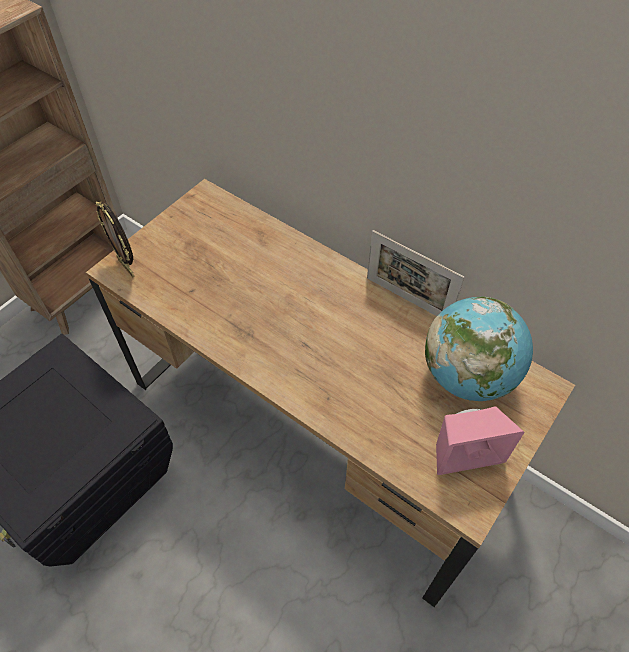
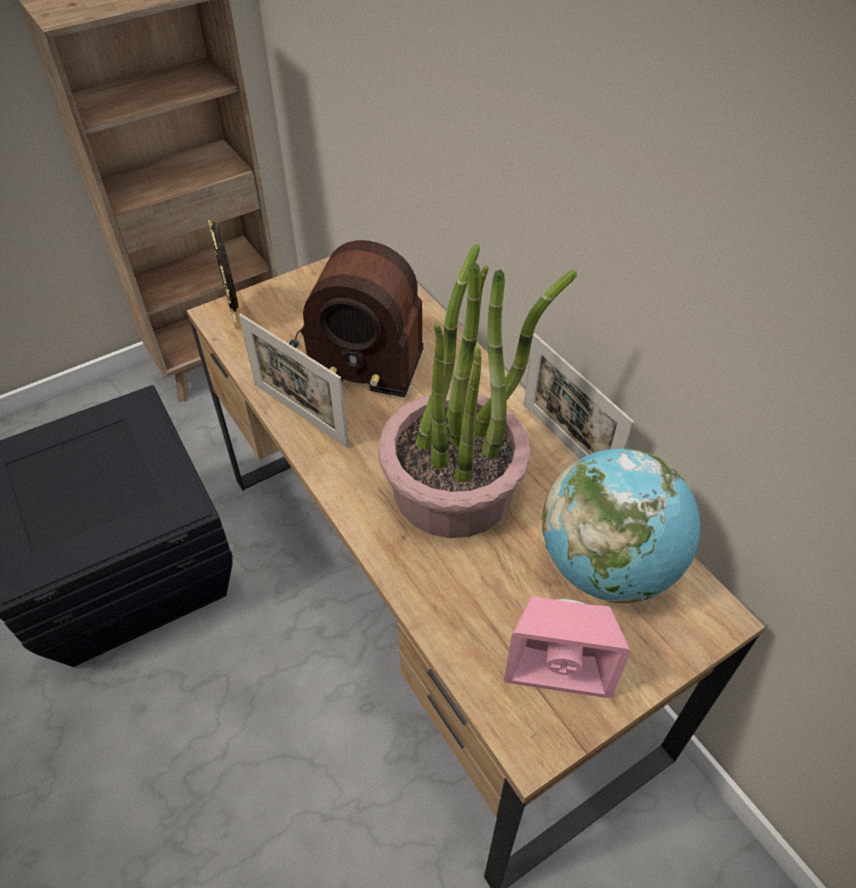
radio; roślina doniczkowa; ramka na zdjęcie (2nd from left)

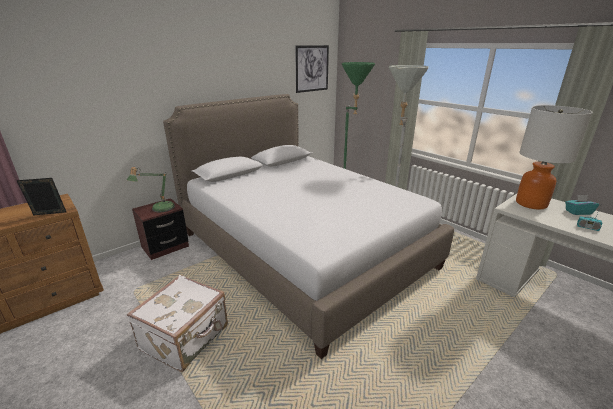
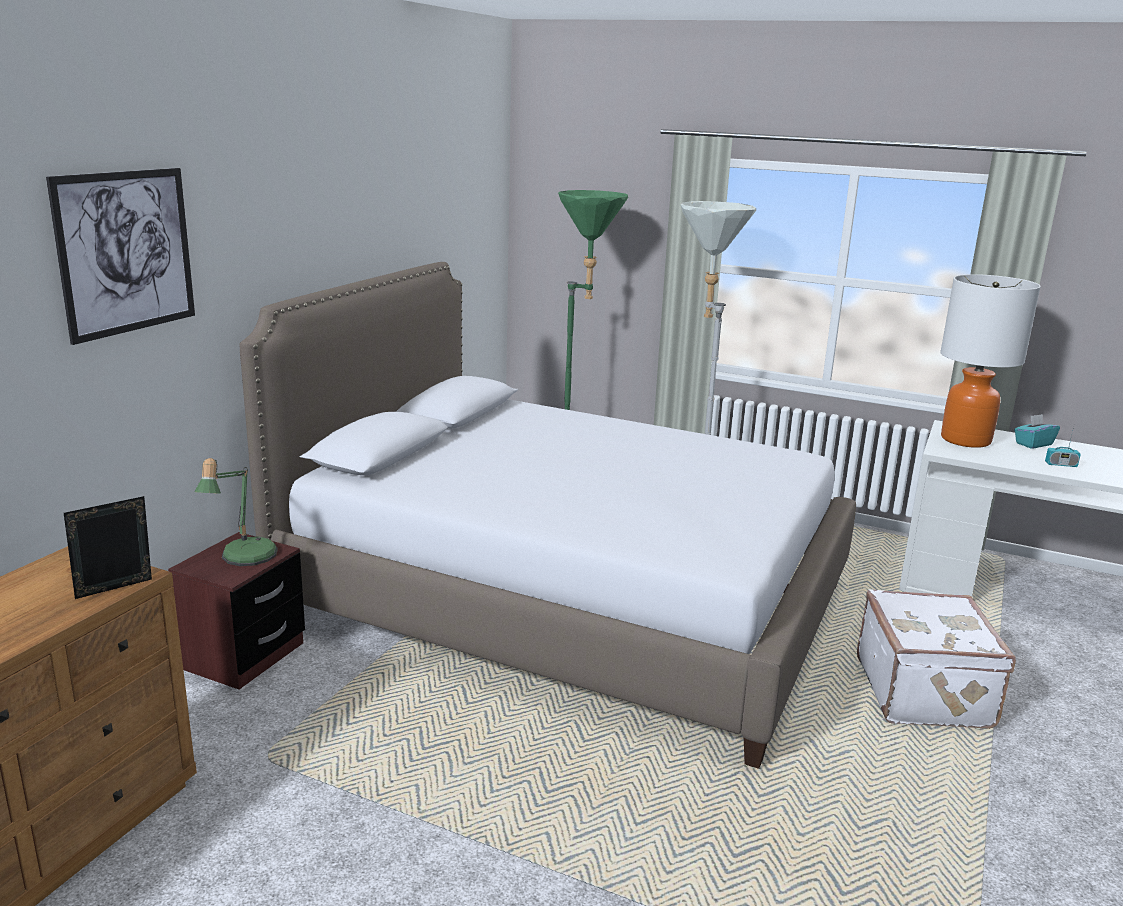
obraz; walizka [biały]

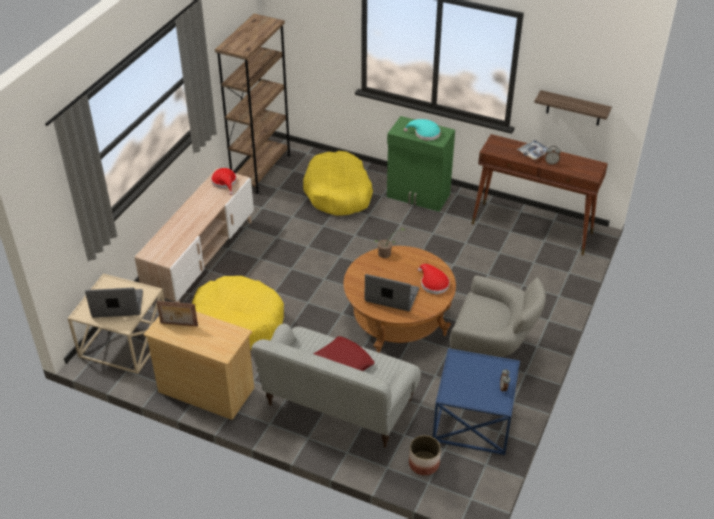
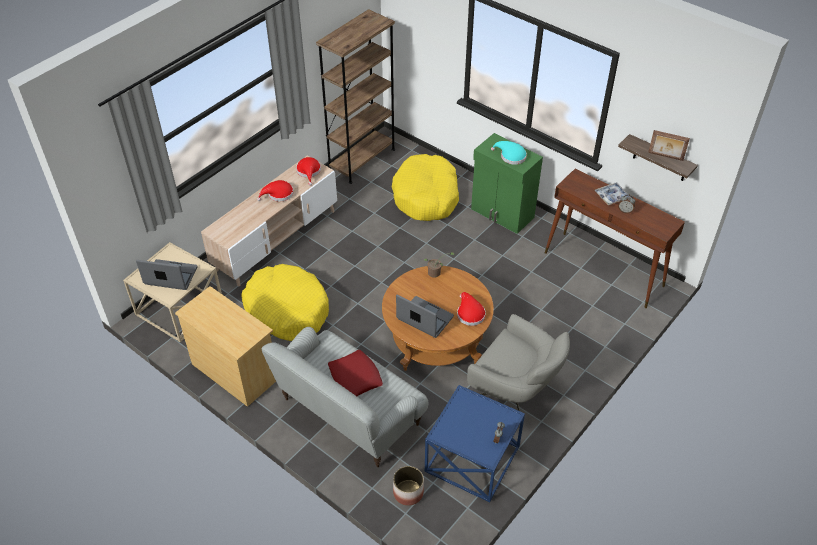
ramka na zdjęcie; kapelusz [czerwony] (1st from left)

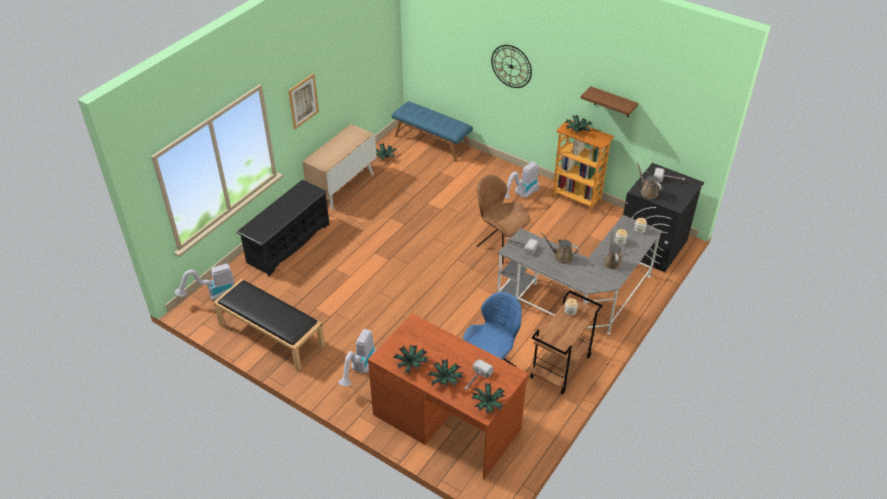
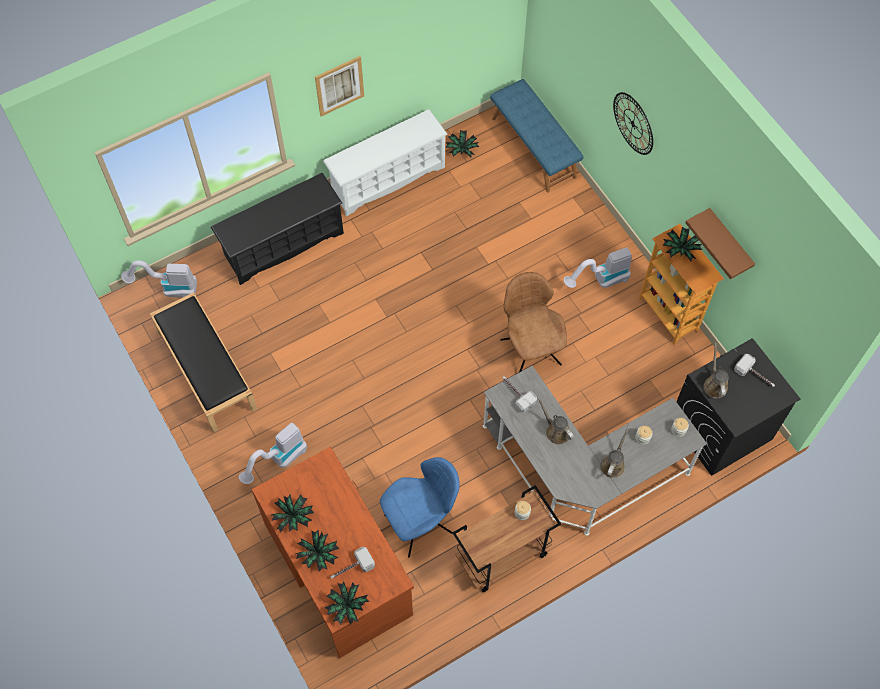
regał na buty [biały]

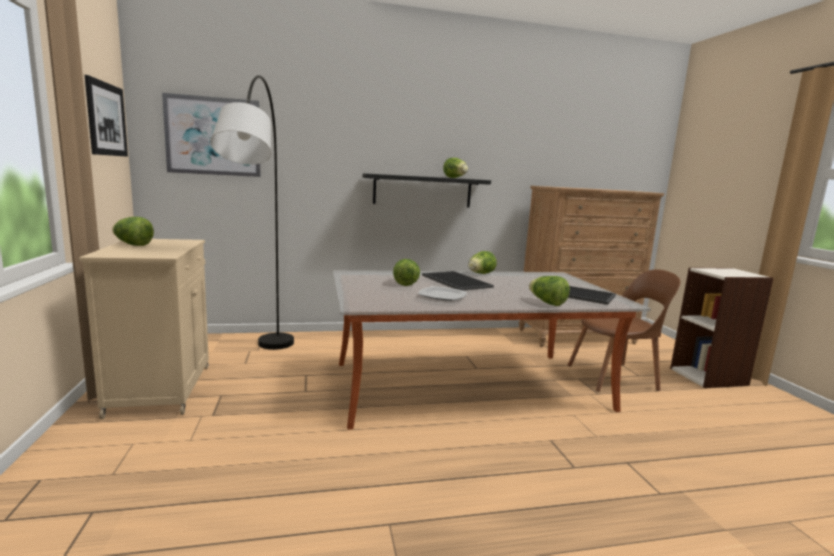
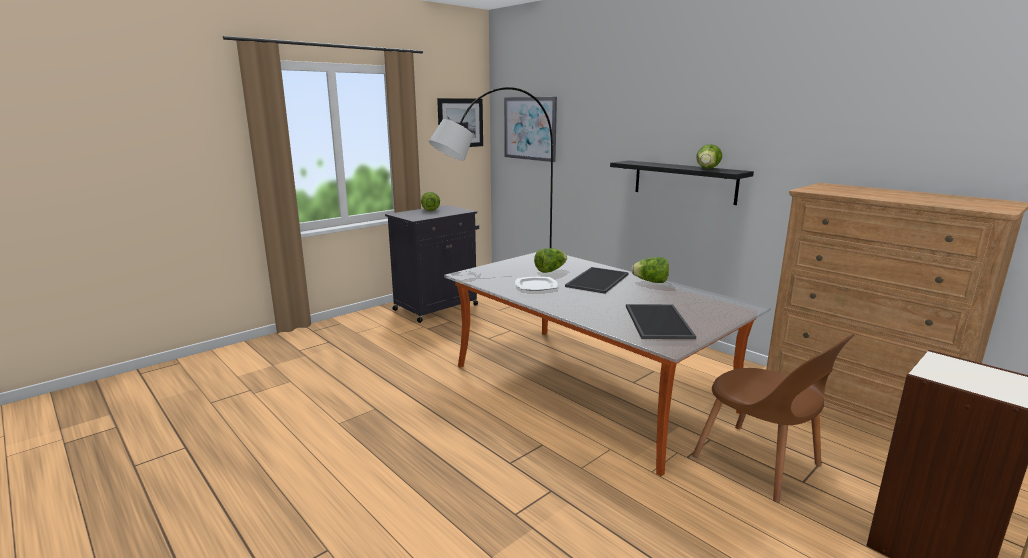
szafka [czarny]; sałata (5th from left in the first image)

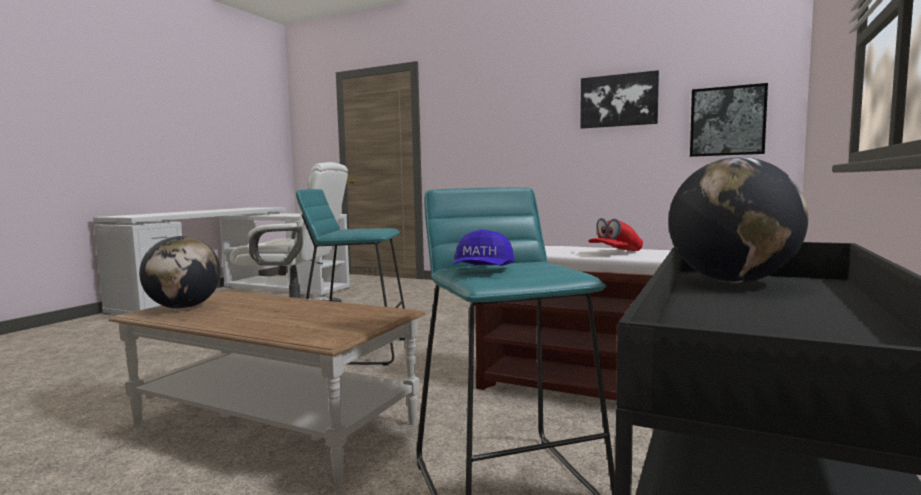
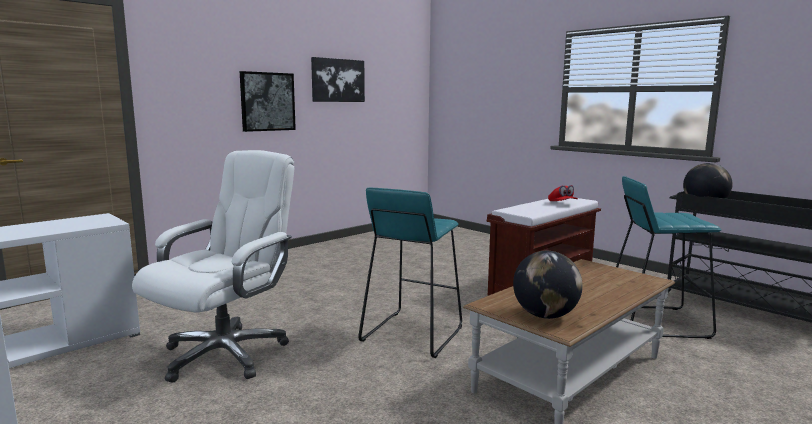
obraz (1st from left); czapka z daszkiem [niebieski]

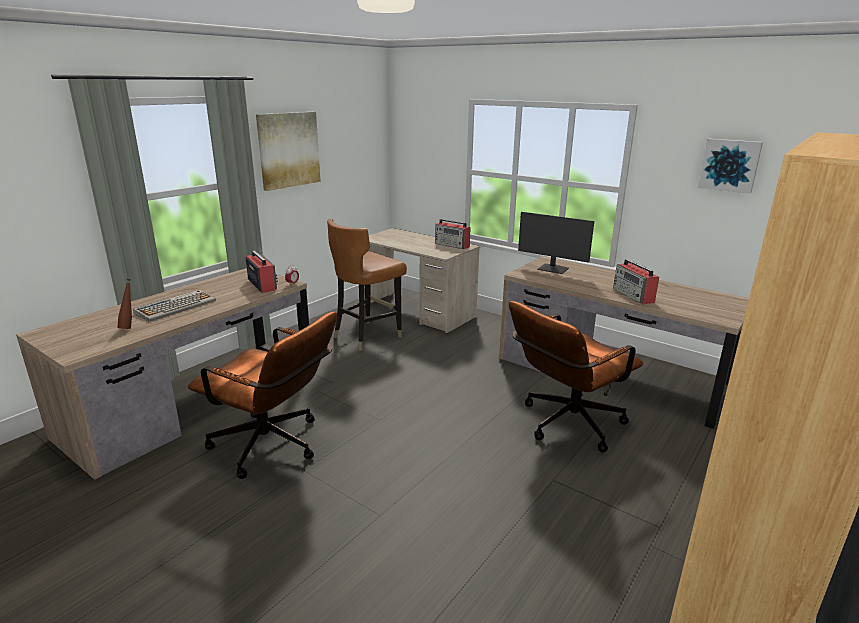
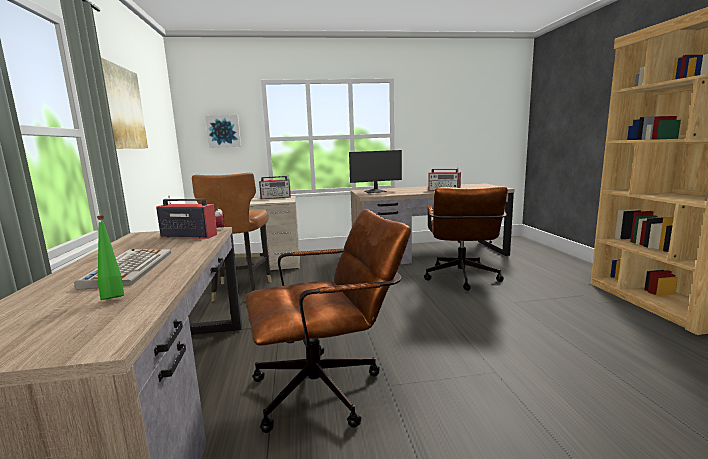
obraz (2nd from left); butelka [zielony]

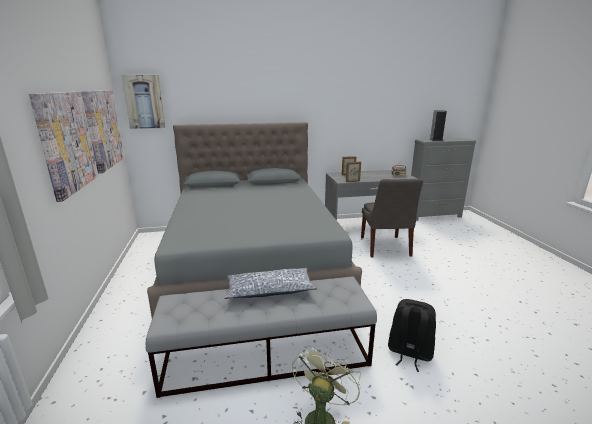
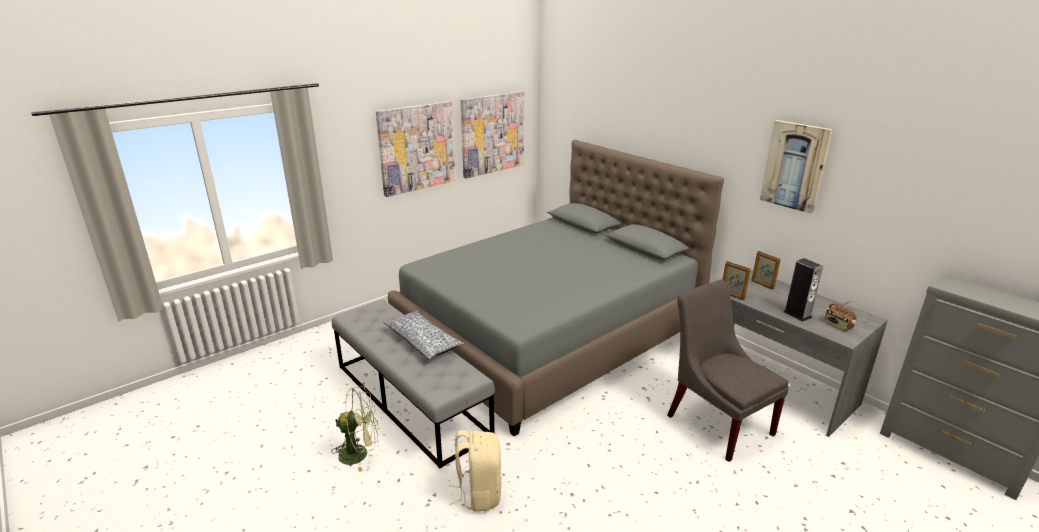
obraz (3rd from left); głośnik; krzesło [szary]; plecak [beżowy]

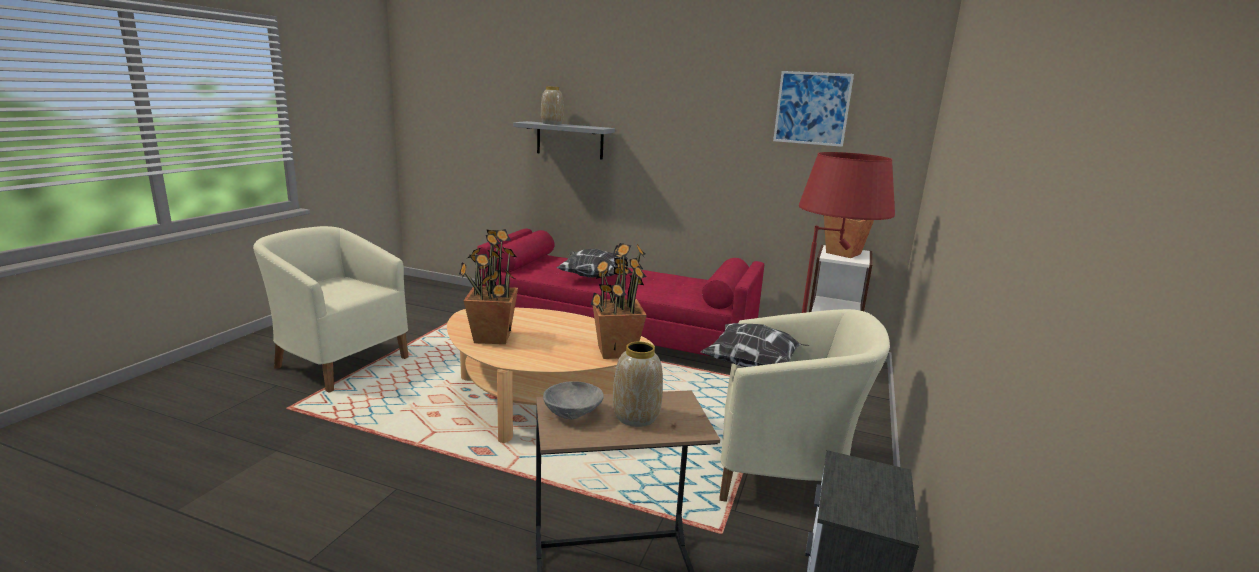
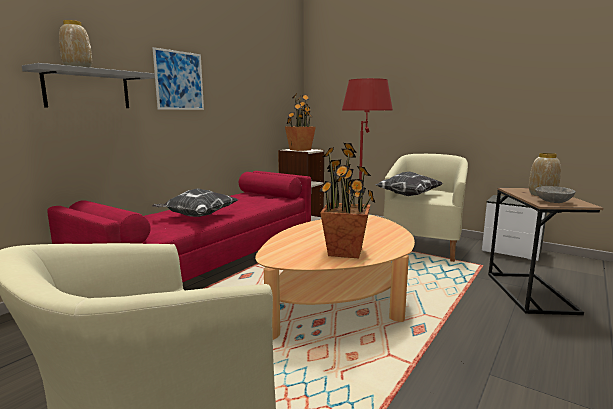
obraz; roślina doniczkowa (2nd from left in the first image)

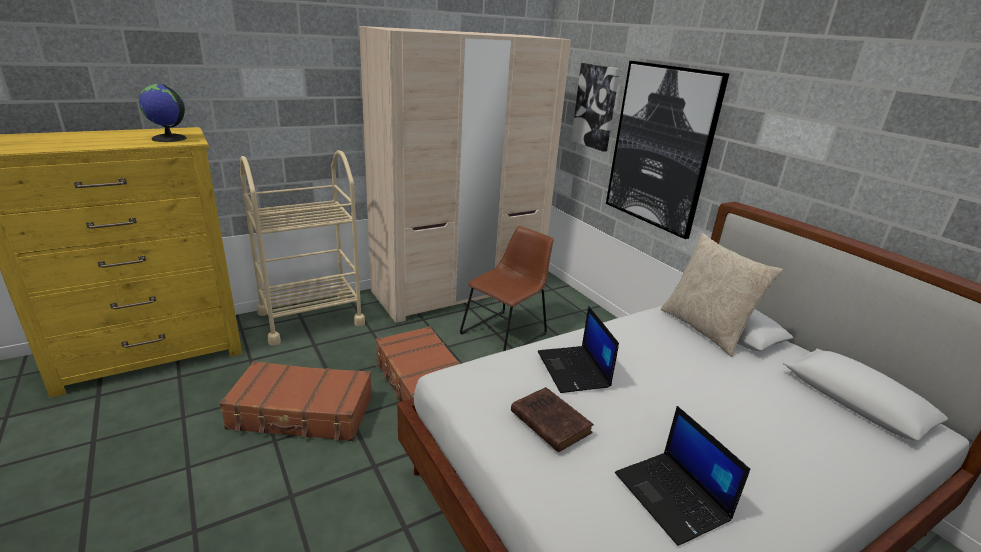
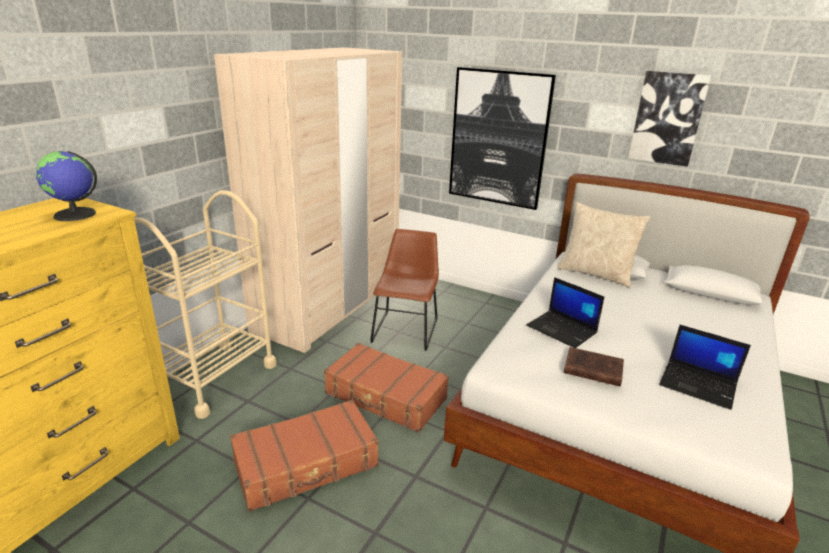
obraz (2nd from left)

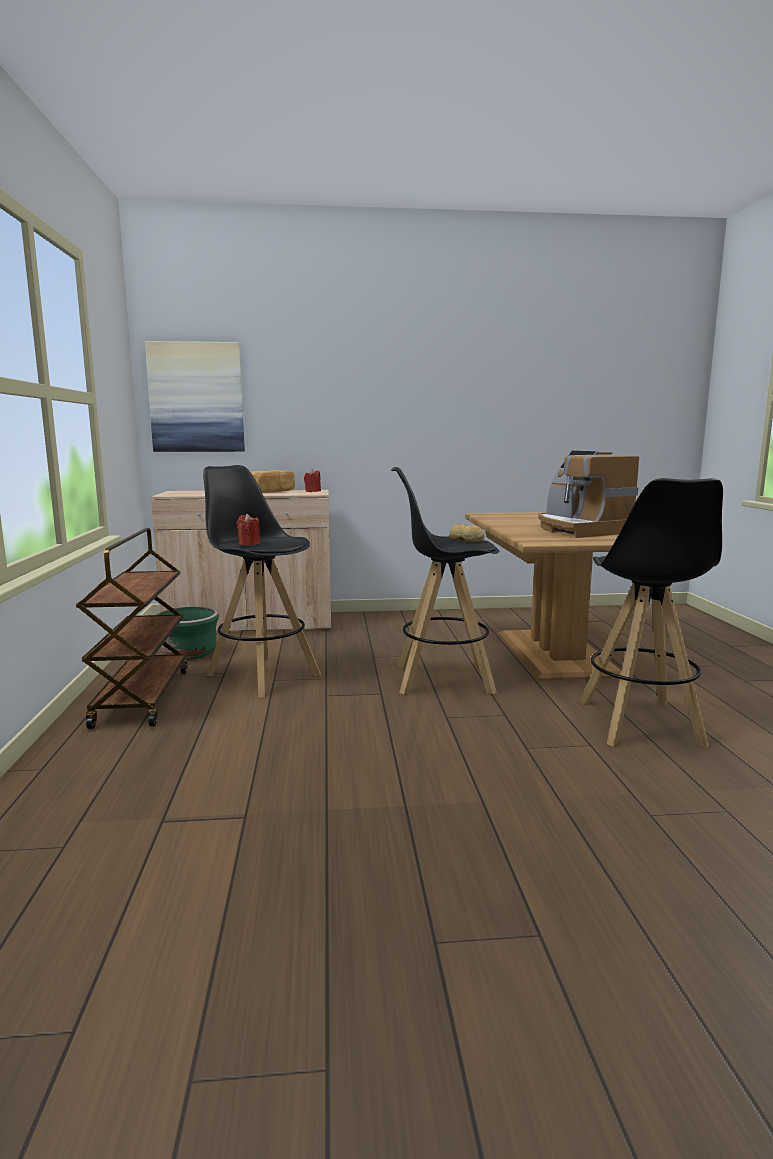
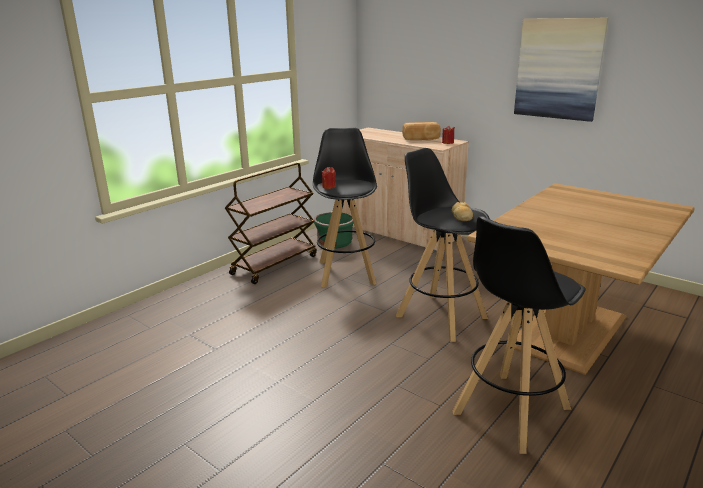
obraz; ekspres do kawy

